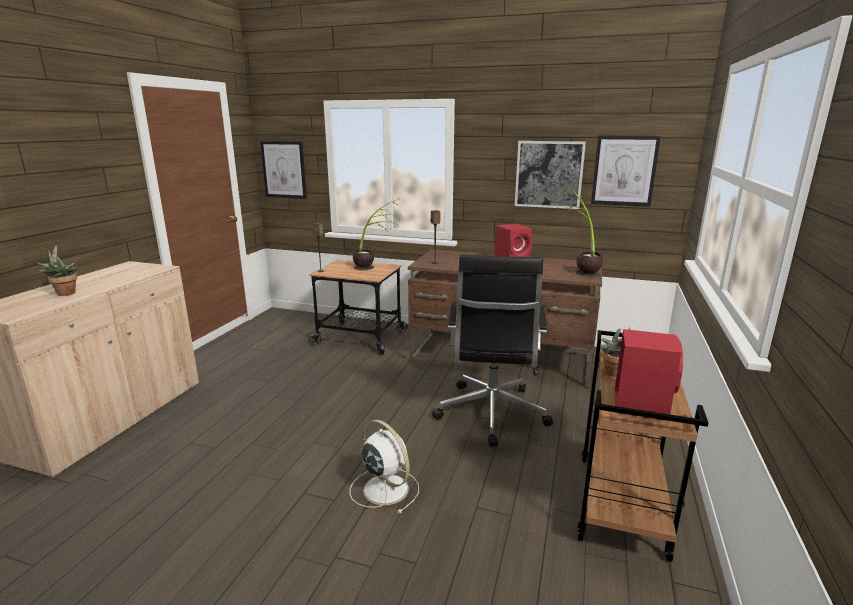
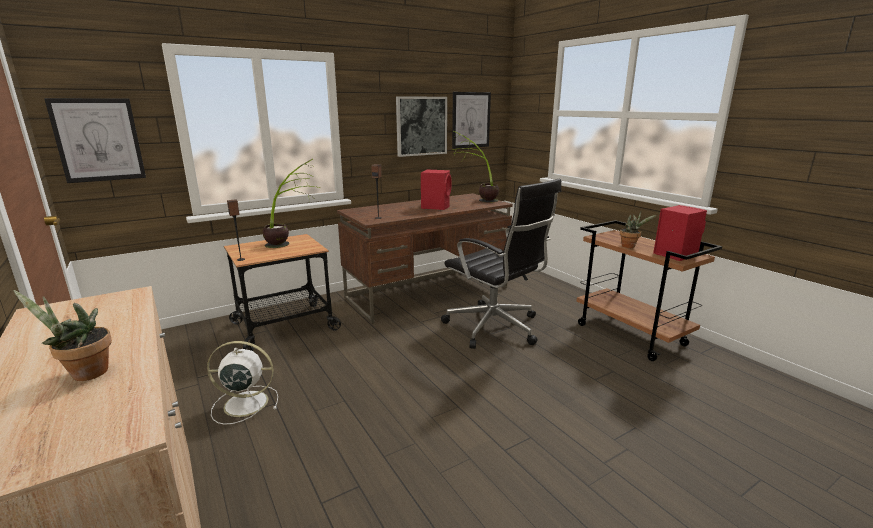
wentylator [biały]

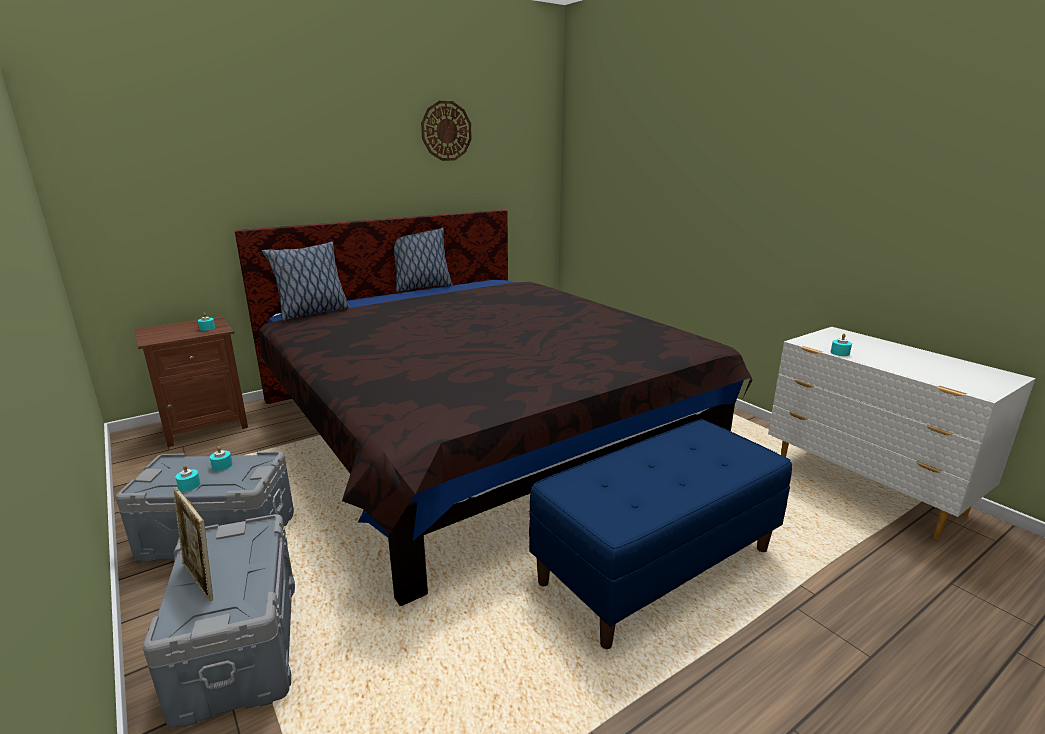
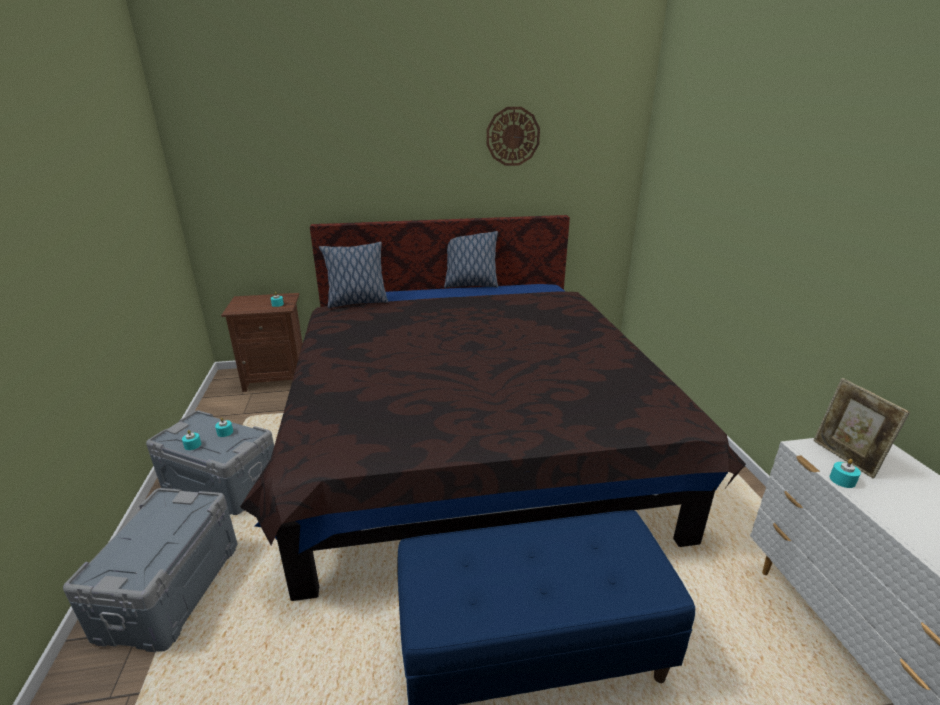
ramka na zdjęcie

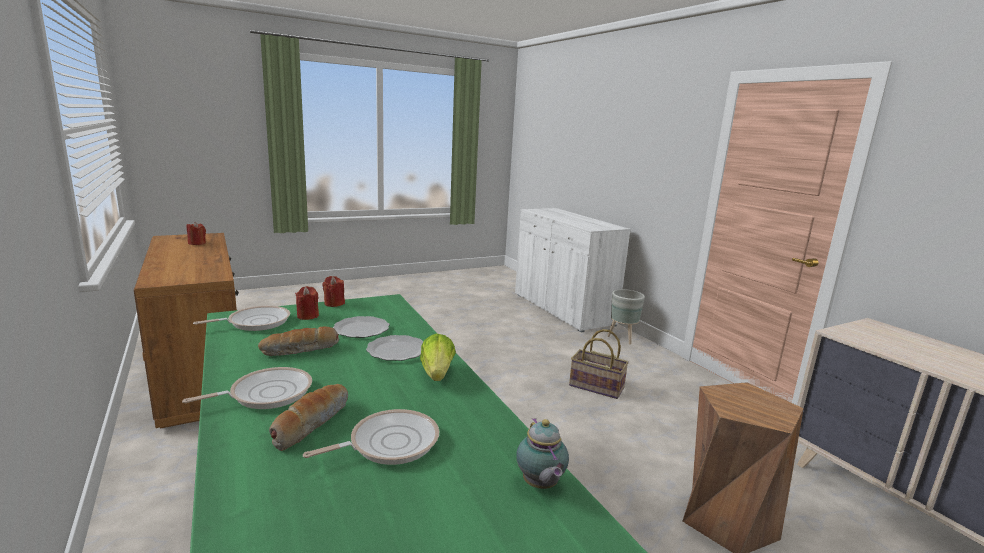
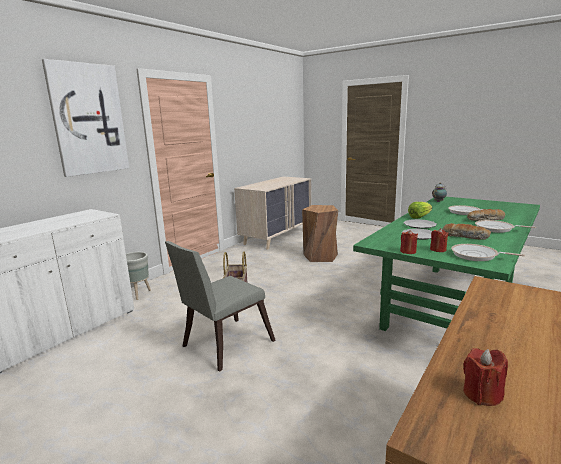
obraz; krzesło [szary]

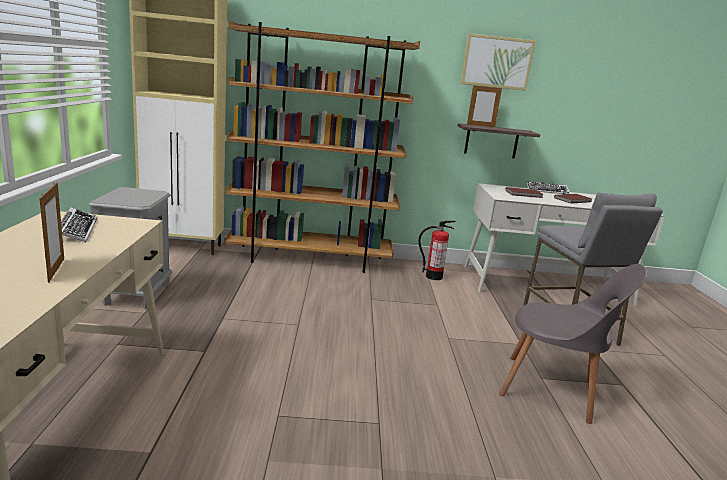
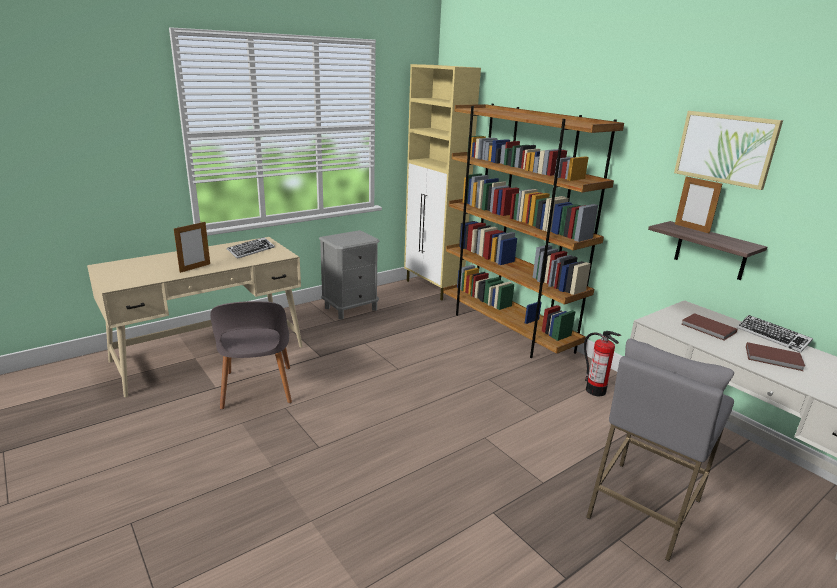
krzesło [szary]

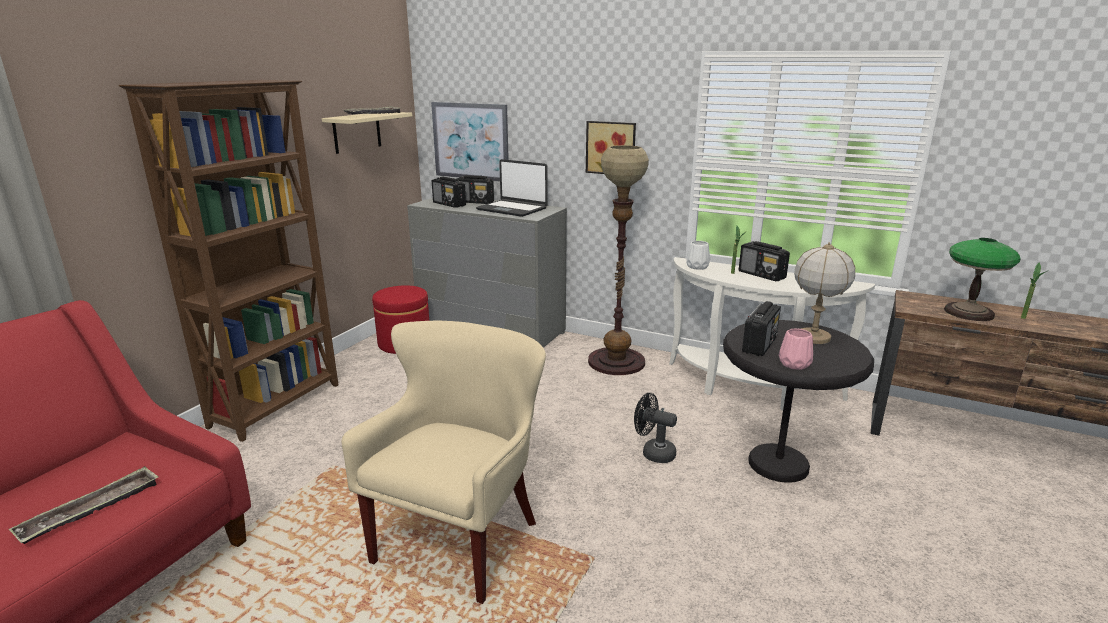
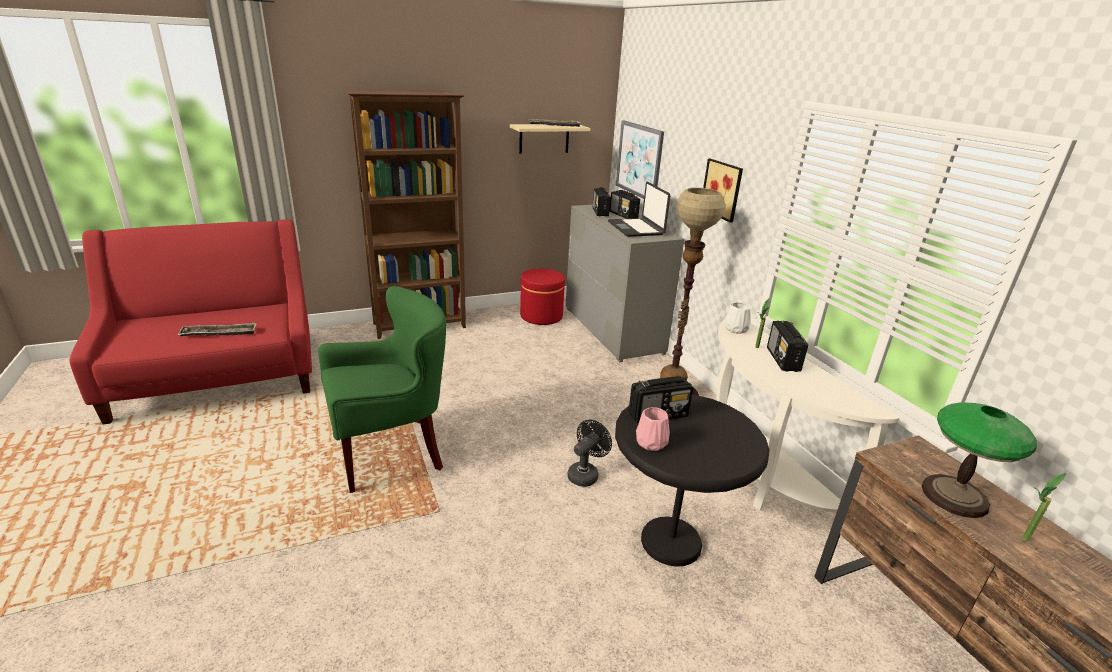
lampa stołowa (1st from left in the first image); fotel [zielony]; wentylator [czarny]

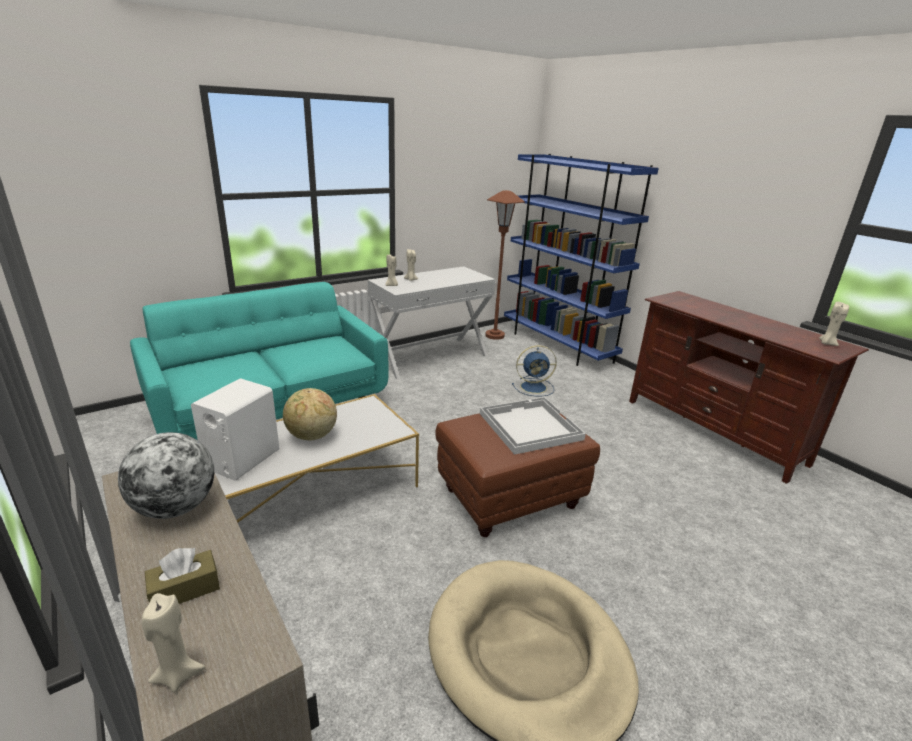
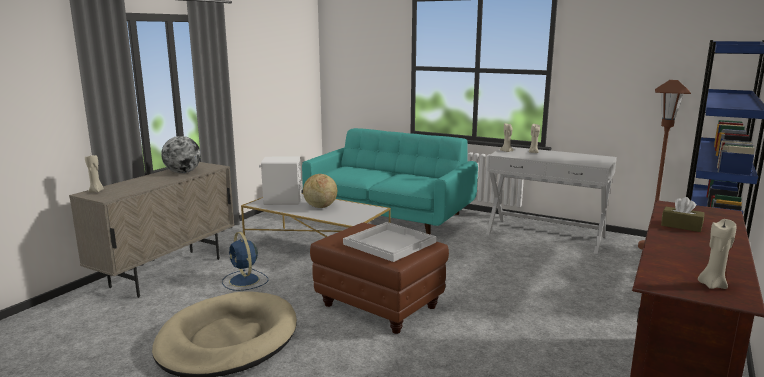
wentylator [niebieski]; pudełko chusteczek [brązowy]

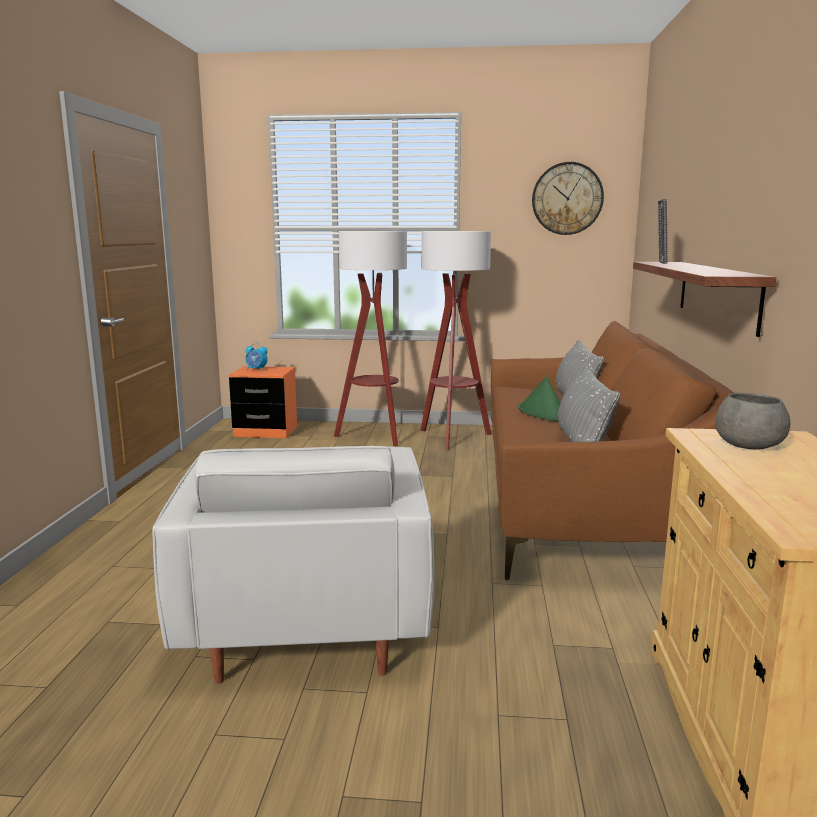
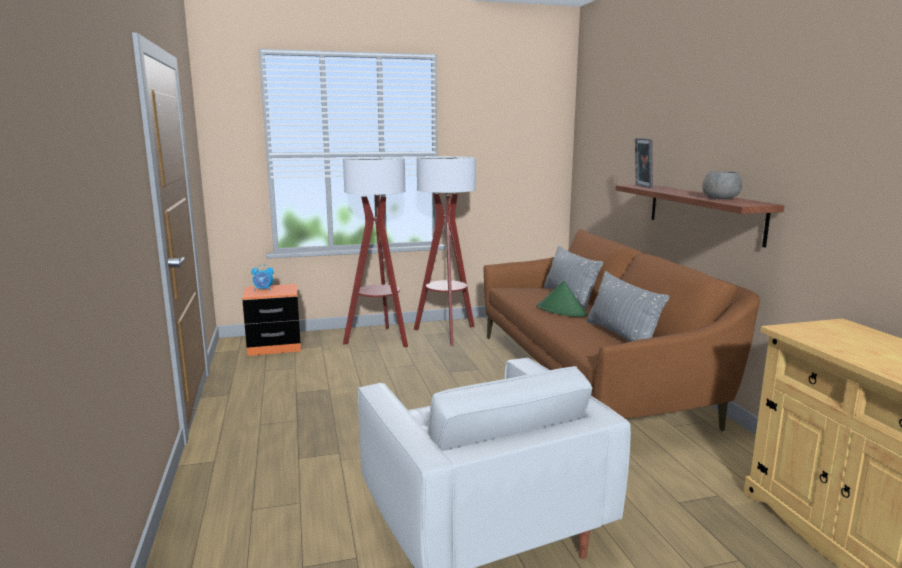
zegar ścienny; miska [szary]

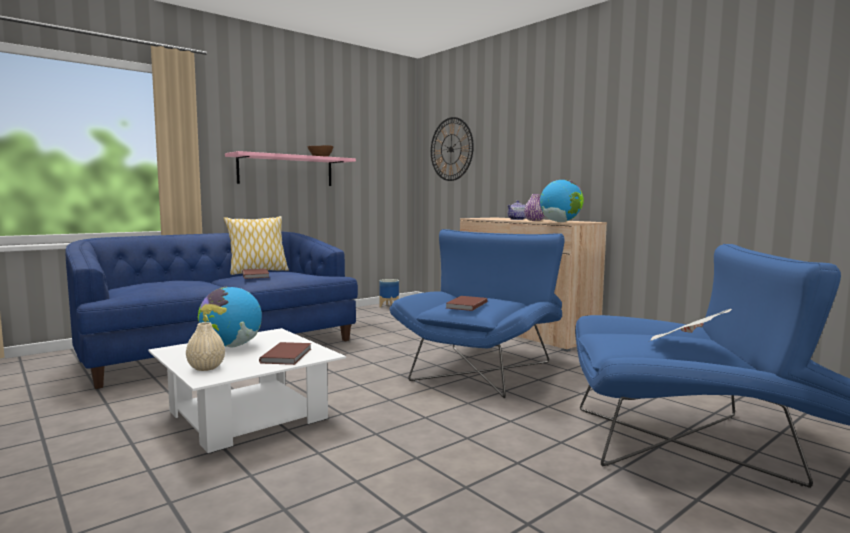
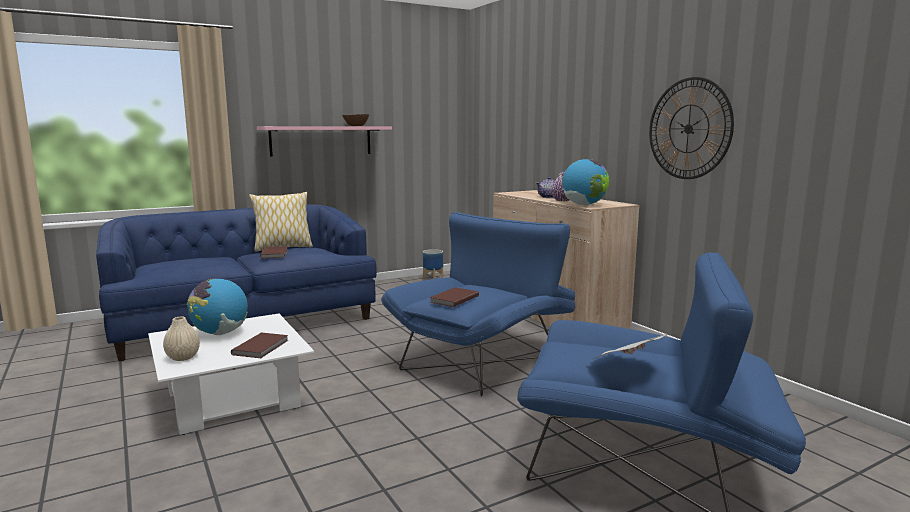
zegar ścienny

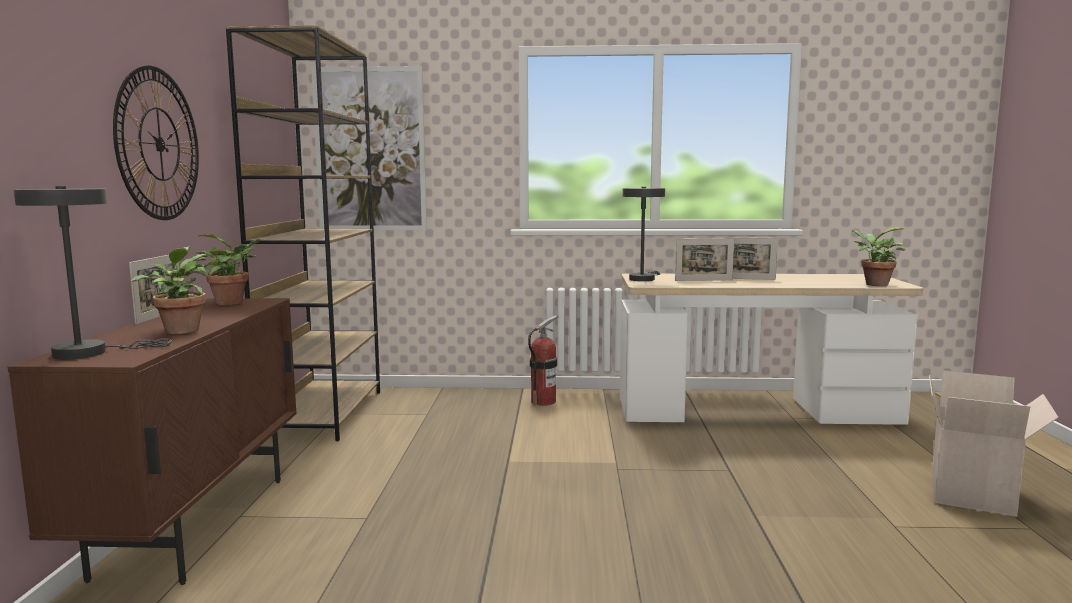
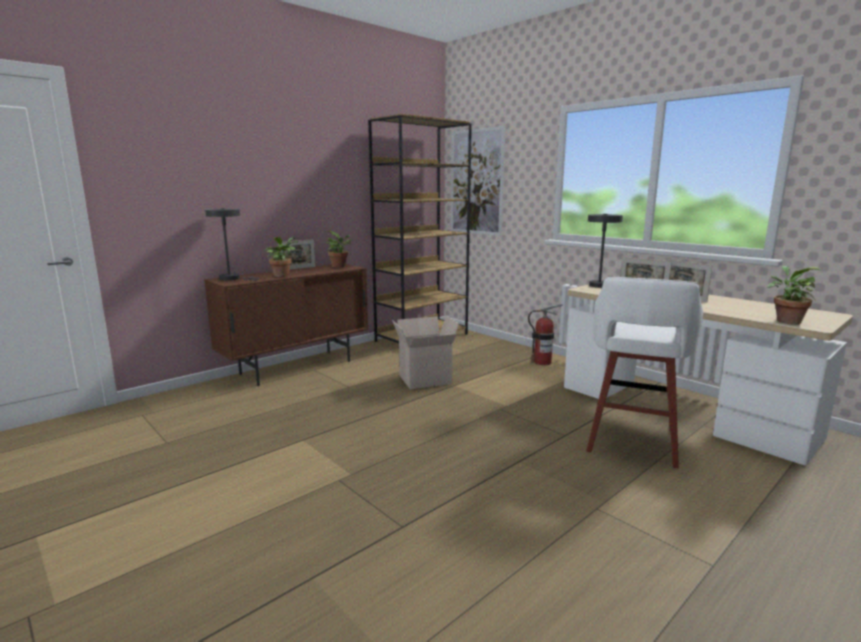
zegar ścienny; karton; stołek [biały]

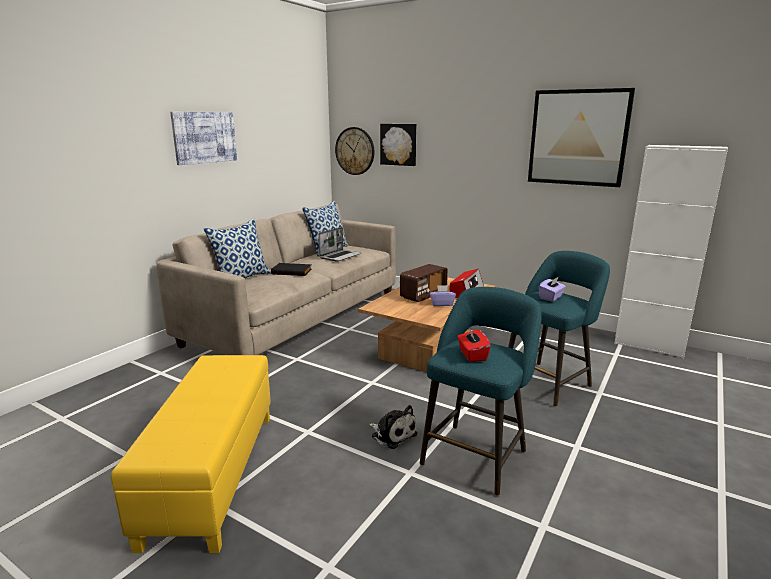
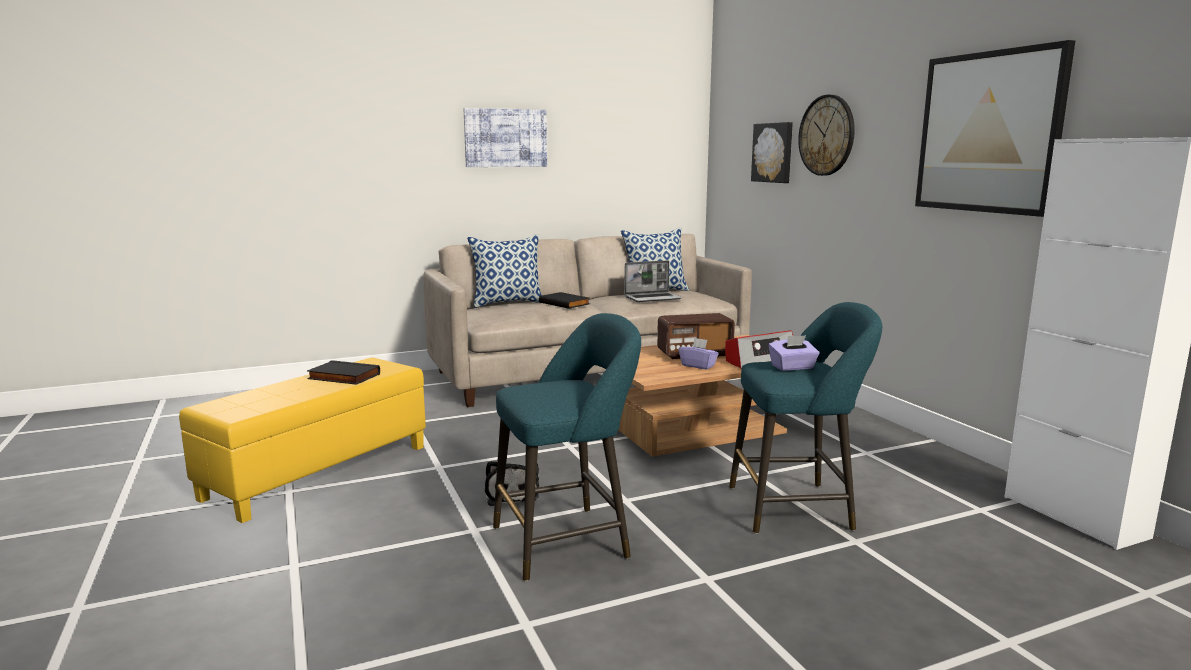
zegar ścienny; pudełko chusteczek [czerwony]; książka [czarny] (1st from left)

